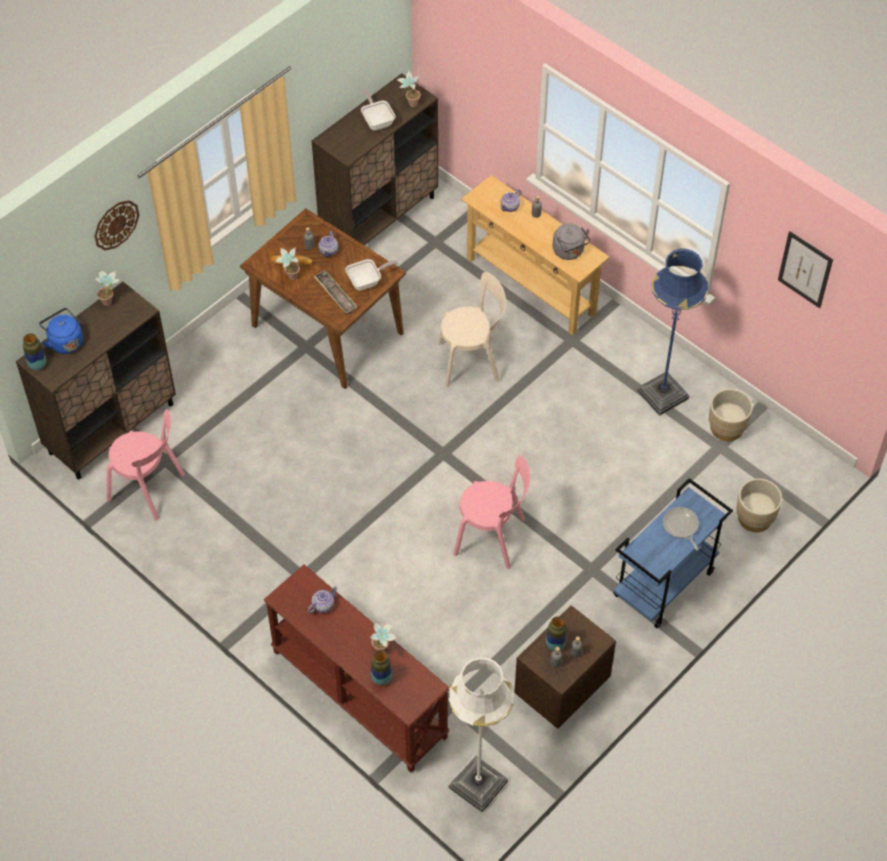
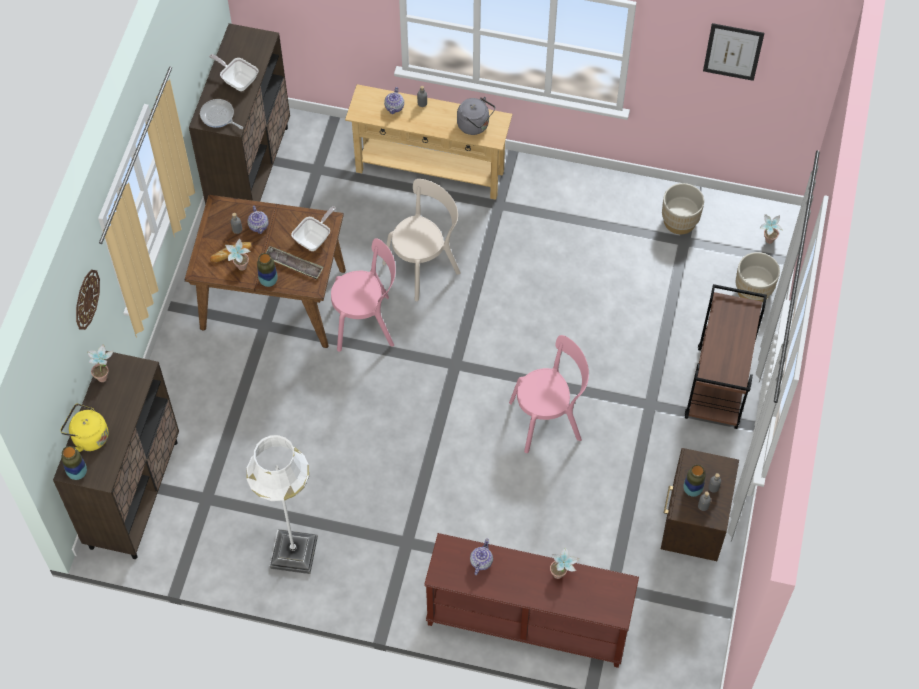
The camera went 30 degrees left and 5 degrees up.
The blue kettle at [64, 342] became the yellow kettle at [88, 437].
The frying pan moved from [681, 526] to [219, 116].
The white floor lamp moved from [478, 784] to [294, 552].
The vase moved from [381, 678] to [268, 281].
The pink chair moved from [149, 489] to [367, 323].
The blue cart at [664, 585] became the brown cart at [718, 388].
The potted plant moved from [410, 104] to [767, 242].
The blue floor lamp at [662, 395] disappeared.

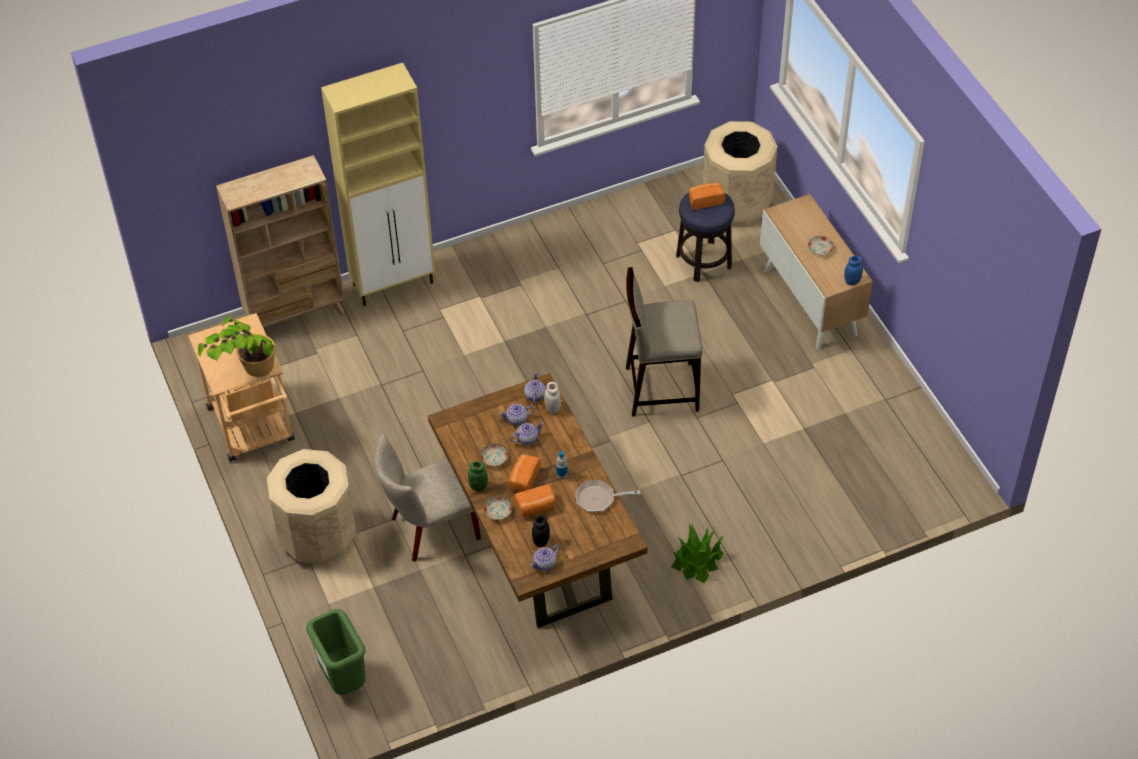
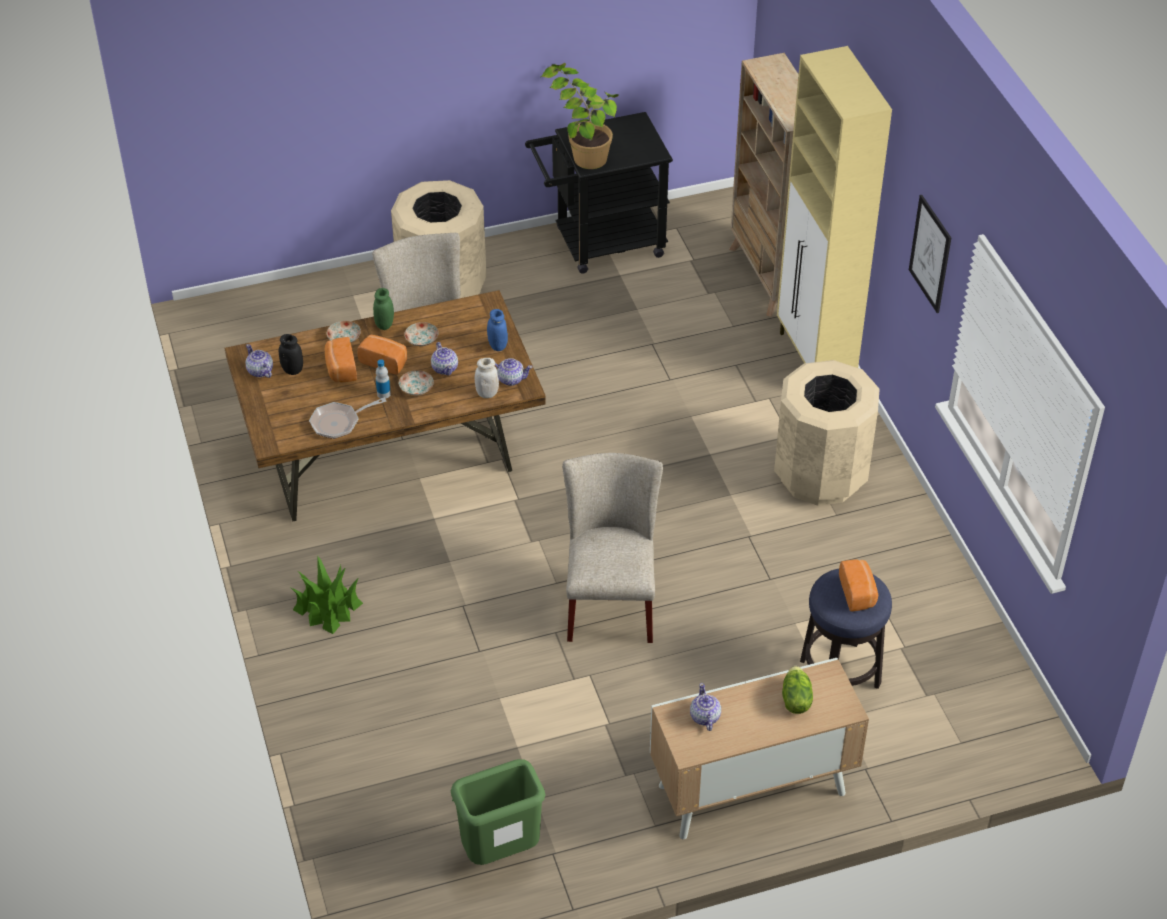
The camera went 95 degrees right and 5 degrees down.
The frying pan at [599, 499] turned 120 degrees counterclockwise.
The plate moved from [819, 249] to [417, 388].
The green trash can moved from [342, 679] to [501, 851].
The blue jar moved from [852, 281] to [497, 346].
The beige cart at [253, 430] became the black cart at [600, 244].
The beige stool at [660, 388] was replaced by the beige chair at [610, 600].
The teapot moved from [517, 419] to [704, 717].
The beige trash can moved from [736, 204] to [820, 475].
The lettuce at [795, 699] appeared.
The picture at [930, 253] appeared.

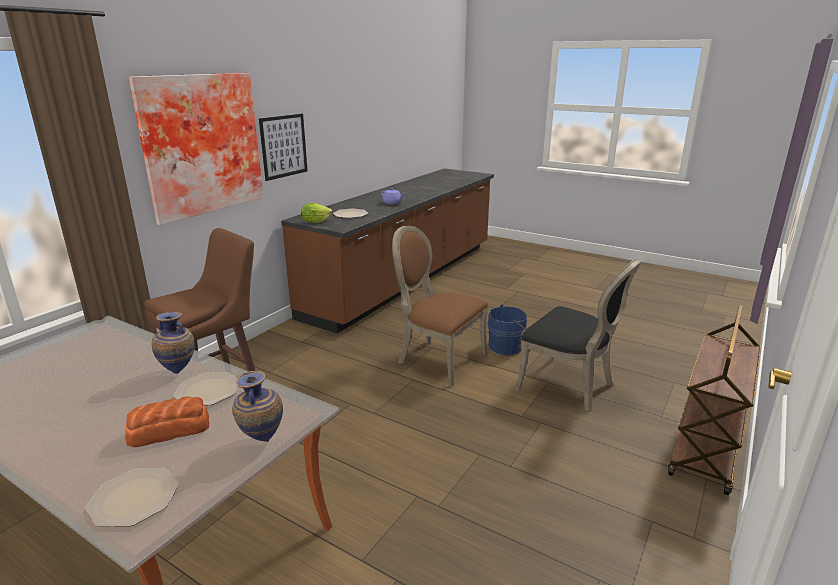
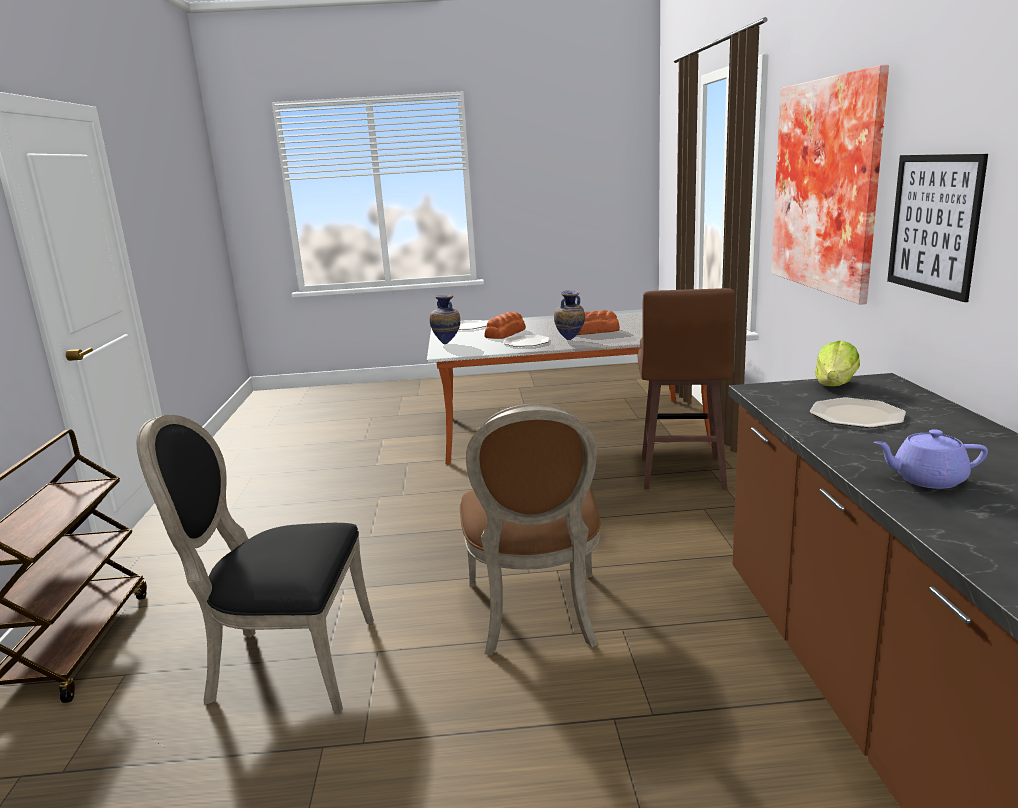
The camera went 145 degrees right and 5 degrees down.
The brown chair at [437, 359] turned 90 degrees clockwise.
The bread at [594, 331] appeared.
The blue bucket at [507, 346] disappeared.

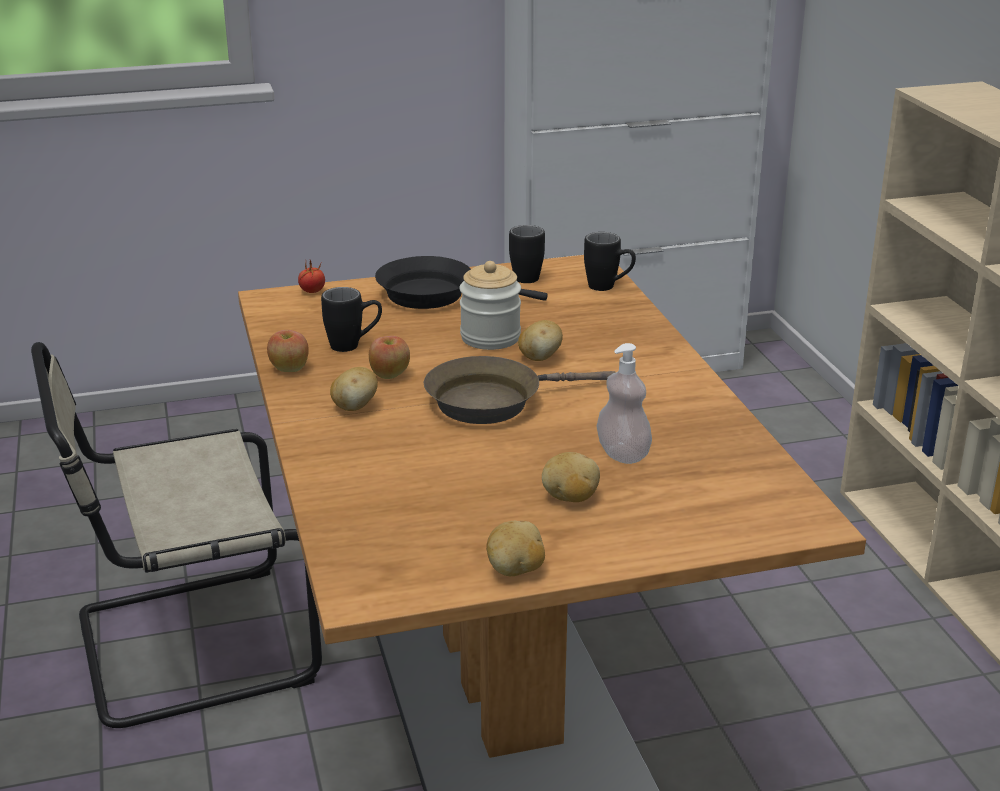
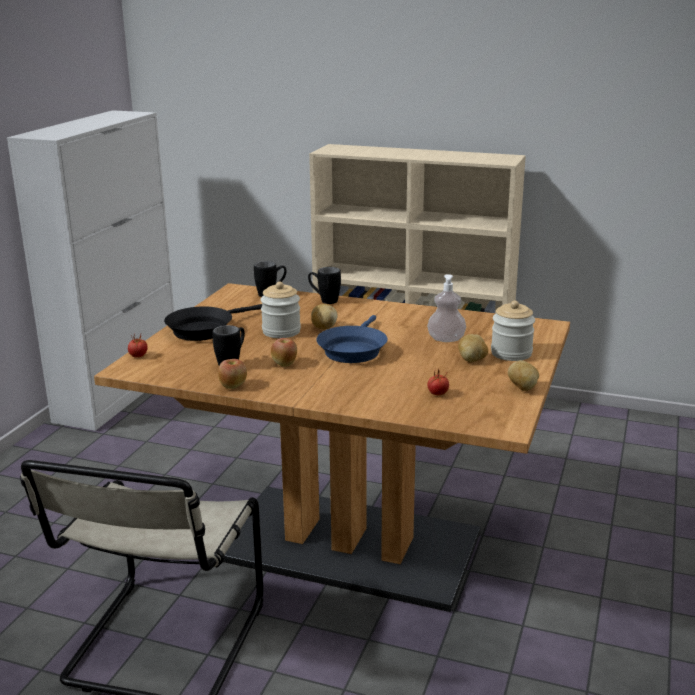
The camera went 55 degrees left and 5 degrees down.
The black mug moved from [524, 275] to [324, 300].
The brown frying pan at [492, 401] became the blue frying pan at [353, 350].
The tomato at [437, 394] appeared.
The jar at [511, 353] appeared.
The potato at [355, 407] disappeared.

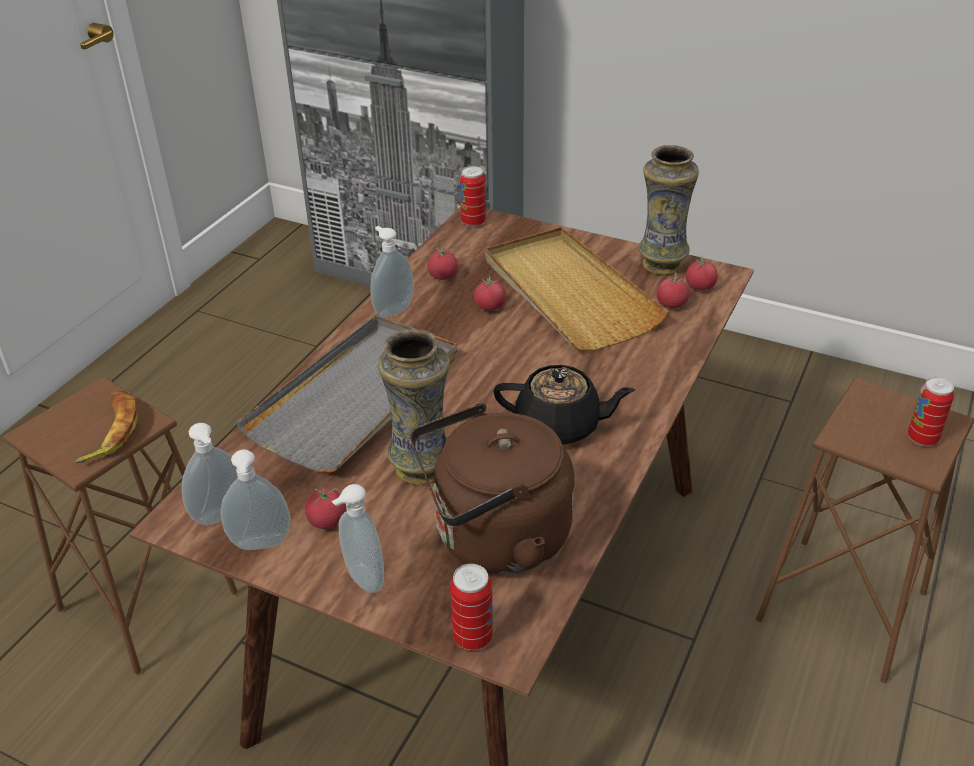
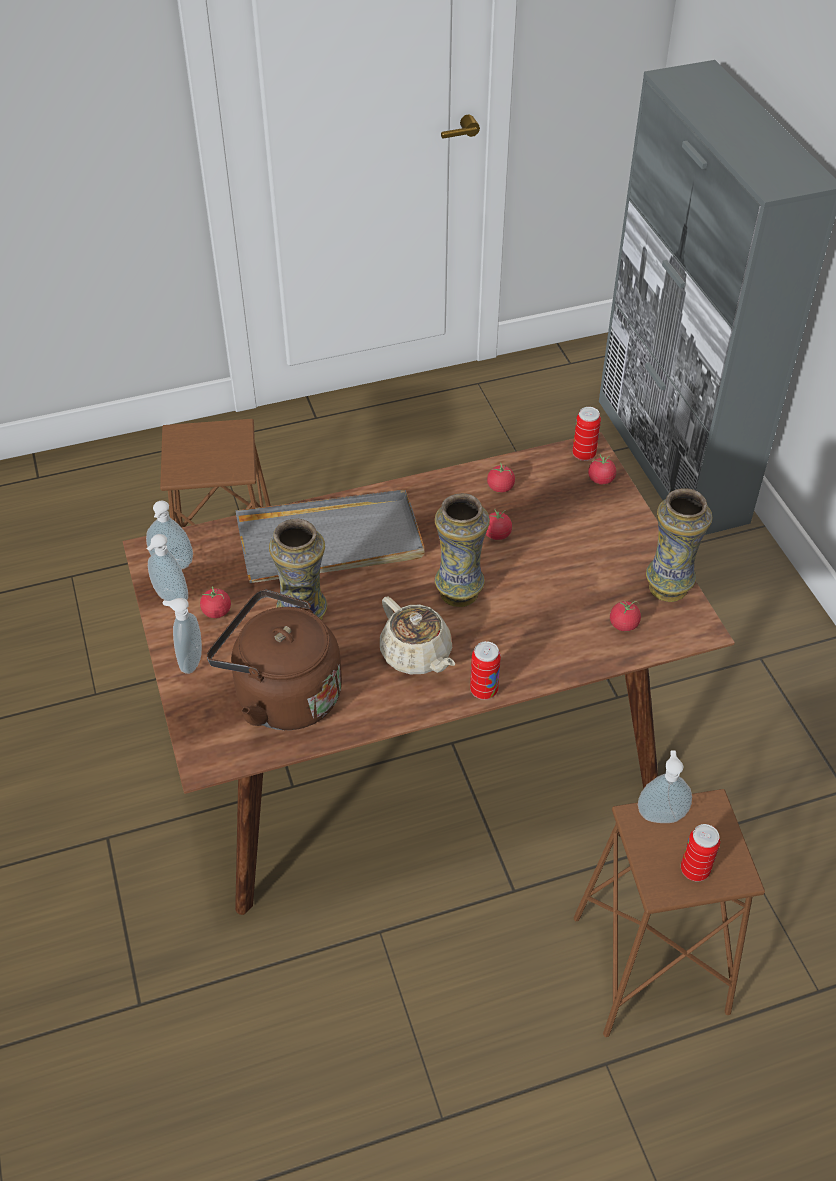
The camera went 45 degrees right and 10 degrees up.
The black teapot at [560, 426] became the beige teapot at [417, 655].
The vase at [459, 592] appeared.
The can moved from [473, 637] to [484, 690].
The tomato moved from [700, 286] to [601, 479].
The soap dispenser moved from [392, 309] to [660, 814].
The banana at [111, 431] disappeared.
The beige tray at [568, 293] disappeared.

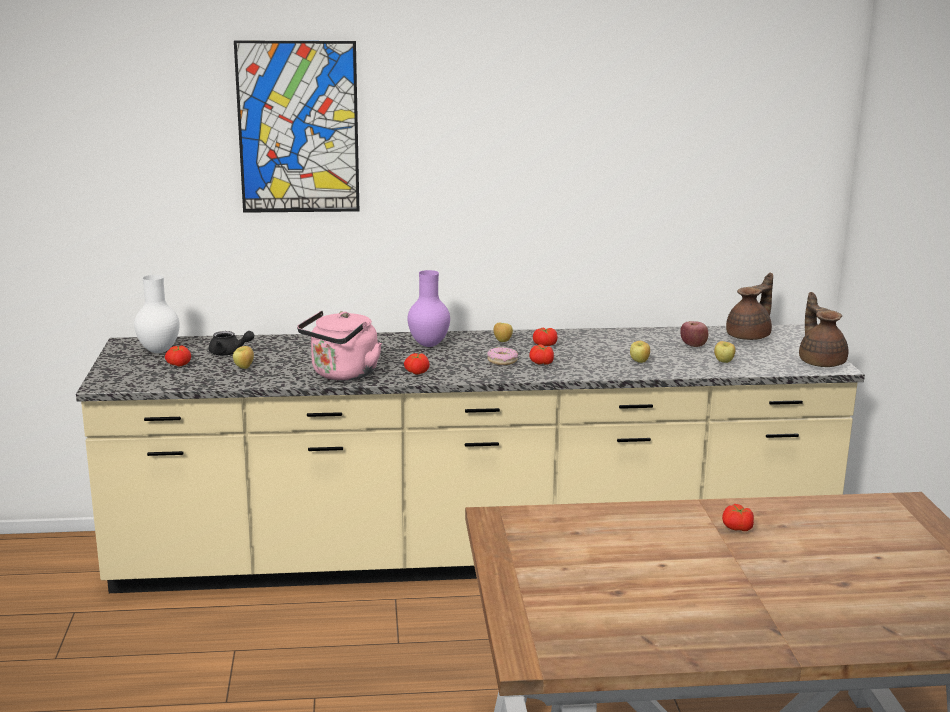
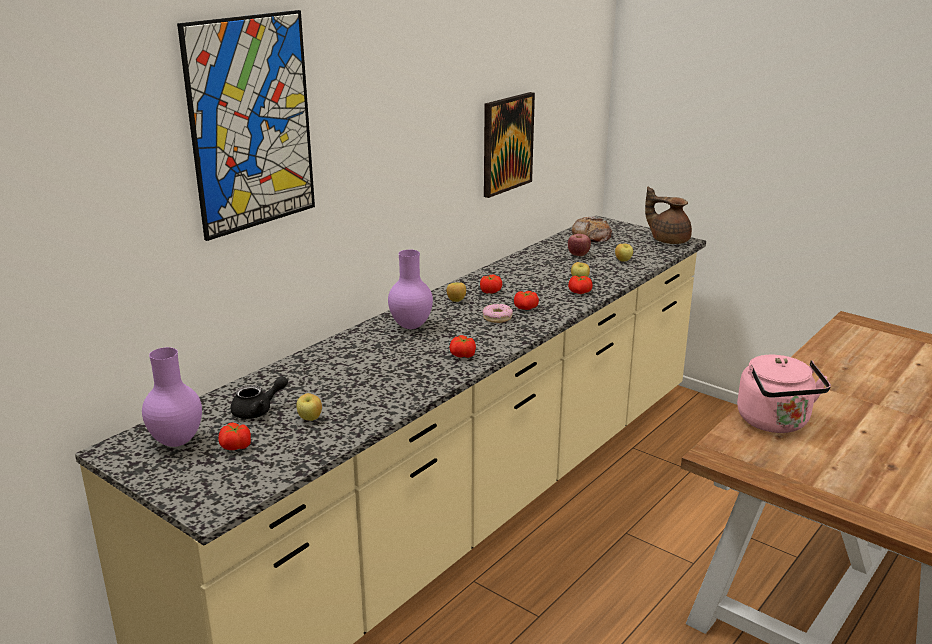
The camera went 45 degrees left and 5 degrees up.
The white vase at [158, 351] became the purple vase at [175, 442].
The picture at [507, 144] appeared.
The tomato moved from [737, 528] to [579, 292].
The brown teapot at [749, 336] was replaced by the bread at [591, 236].
The pink kettle moved from [342, 375] to [775, 423].

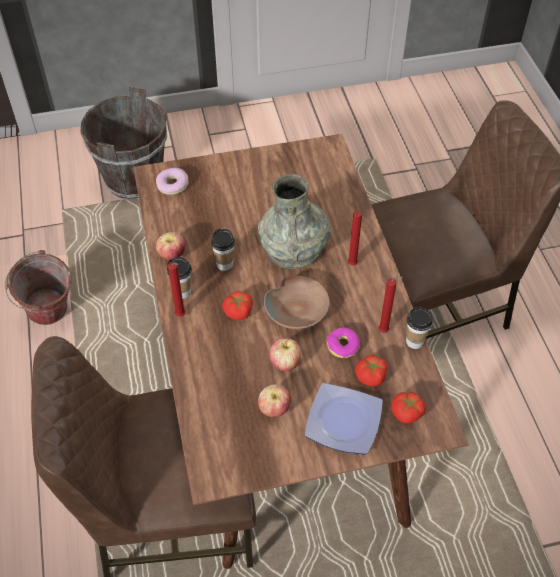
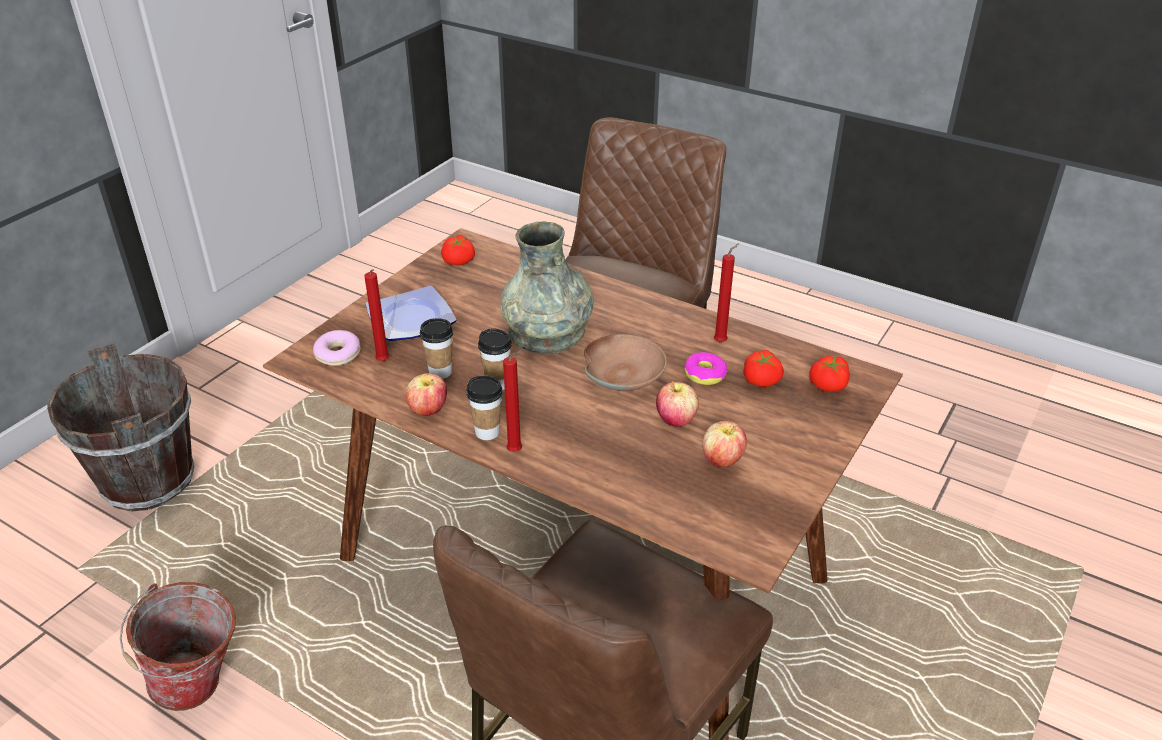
The camera went 45 degrees left and 15 degrees down.
The red candle moved from [351, 265] to [383, 362].
The plate moved from [344, 423] to [413, 320].
The cup moved from [414, 341] to [440, 372].
The tomato moved from [239, 312] to [459, 261].

